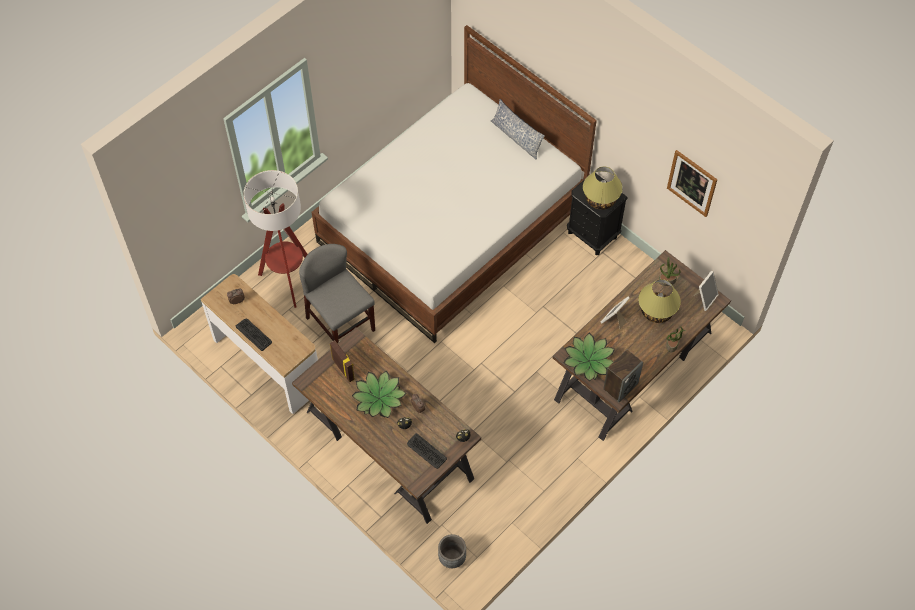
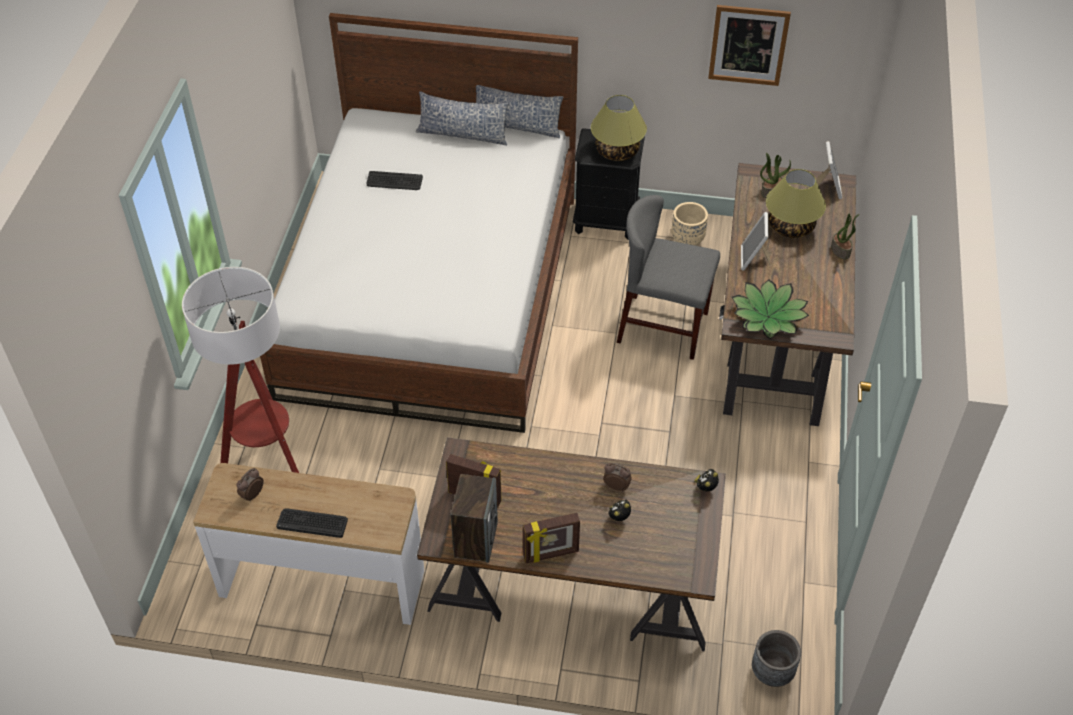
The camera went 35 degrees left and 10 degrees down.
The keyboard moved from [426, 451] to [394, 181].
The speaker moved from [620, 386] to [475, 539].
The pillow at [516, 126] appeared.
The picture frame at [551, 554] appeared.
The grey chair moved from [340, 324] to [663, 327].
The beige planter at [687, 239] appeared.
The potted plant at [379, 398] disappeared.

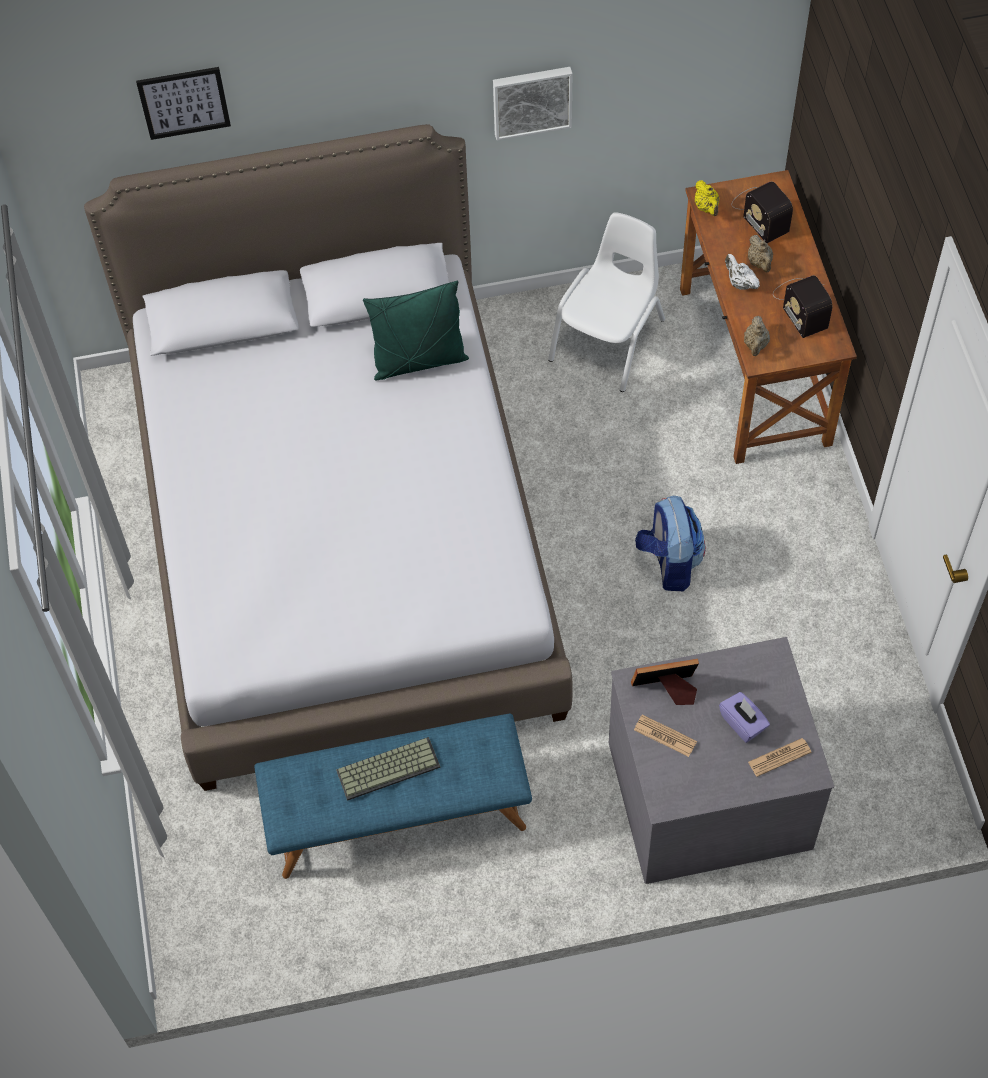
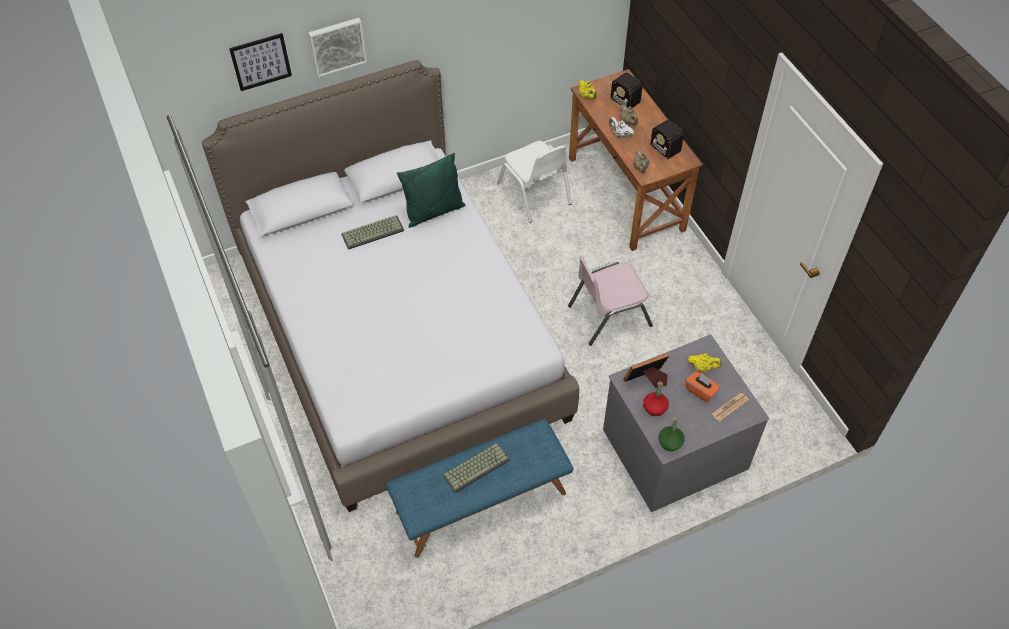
The camera went 15 degrees left and 5 degrees down.
The picture moved from [531, 100] to [337, 45].
The keyboard at [373, 232] appeared.
The white chair at [609, 340] turned 135 degrees clockwise.
The backpack at [669, 563] was replaced by the pink chair at [608, 315].
The newspaper at [665, 736] was replaced by the red bottle at [654, 408].
The green bottle at [670, 442] appeared.
The purple tissue box at [743, 723] became the orange tissue box at [701, 391].
The yellow teapot at [702, 367] appeared.

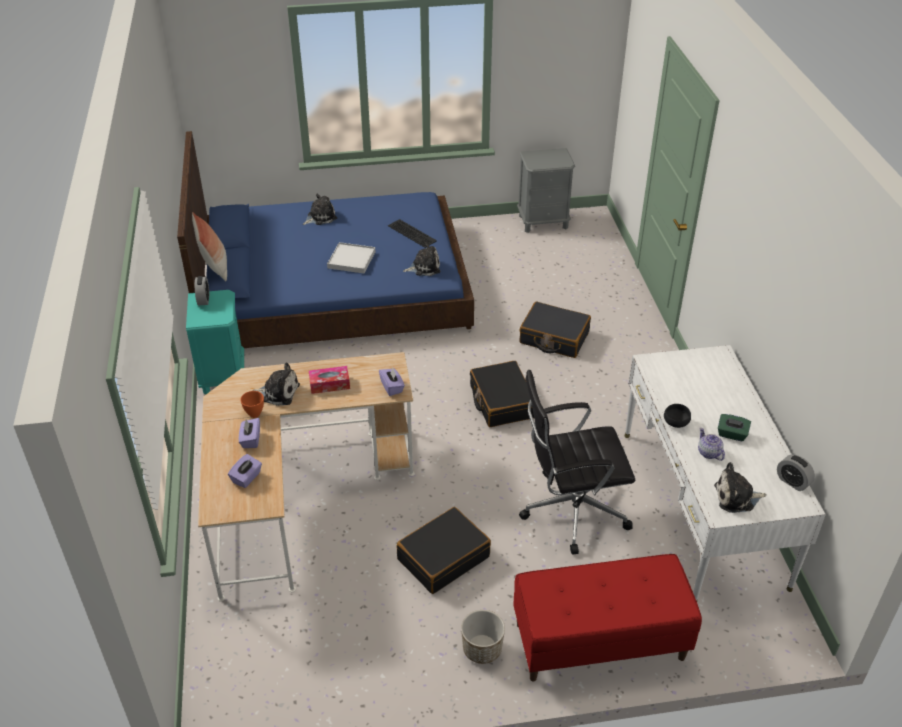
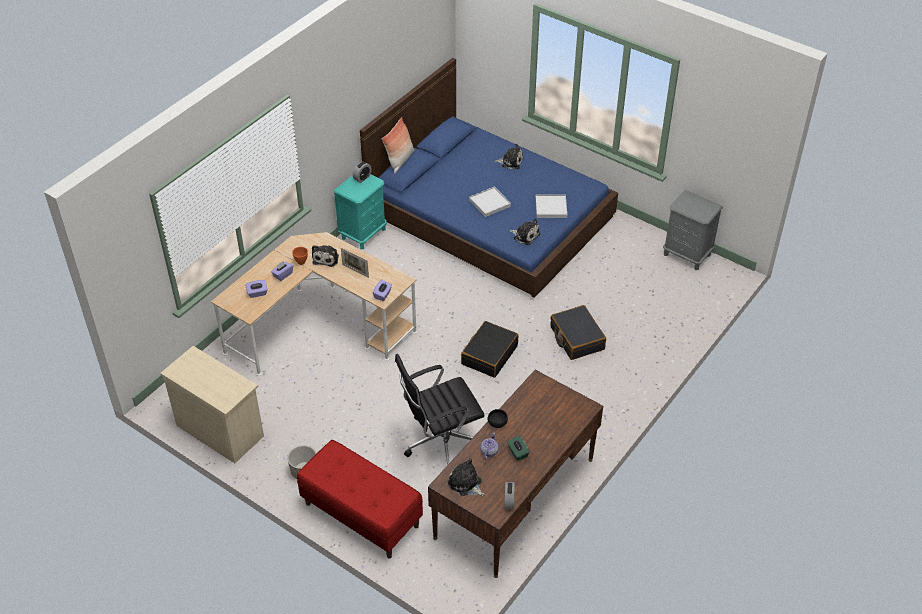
The camera went 45 degrees right and 5 degrees up.
The beige dresser at [219, 430] appeared.
The plush toy at [278, 392] turned 45 degrees clockwise.
The tissue box at [329, 384] was replaced by the picture frame at [355, 271].
The black office chair at [571, 510] turned 60 degrees counterclockwise.
The white desk at [702, 507] became the brown desk at [515, 498].
The keyboard at [413, 233] was replaced by the white tray at [551, 208].
The black suitcase at [443, 557] disappeared.

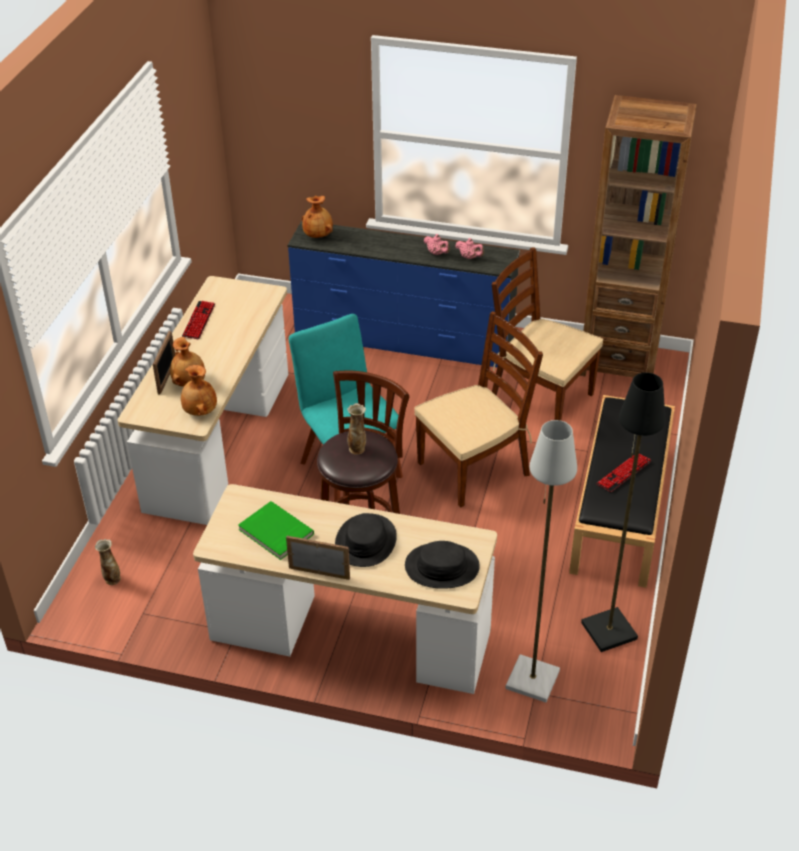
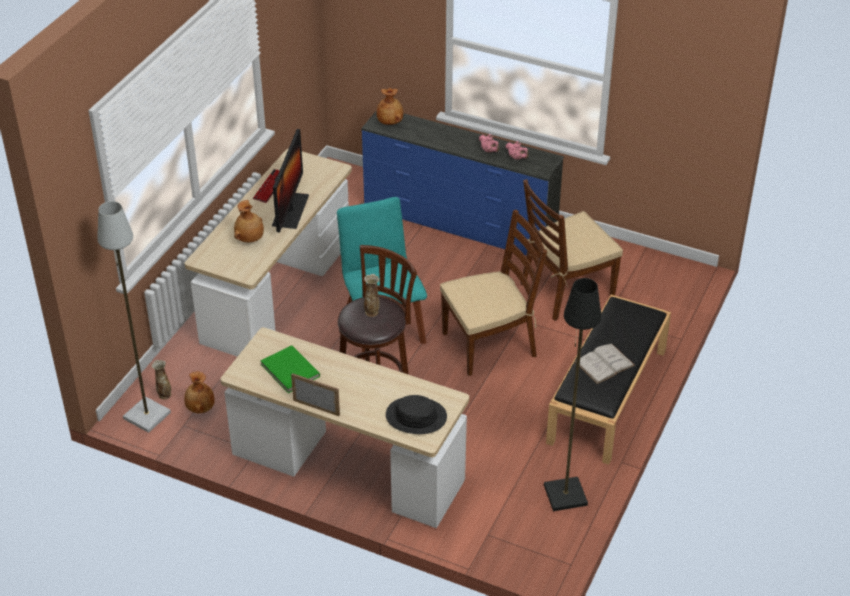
The camera went 10 degrees right and 0 degrees up.
The grey floor lamp moved from [531, 680] to [146, 416].
The brown vase moved from [199, 411] to [200, 408].
The monitor at [290, 210] appeared.
The brown chair at [540, 398] turned 75 degrees counterclockwise.
The keyboard at [623, 473] was replaced by the white book at [604, 363].
The picture frame at [167, 377] disappeared.
The black hat at [366, 541] disappeared.
The brown bookcase at [618, 362] disappeared.

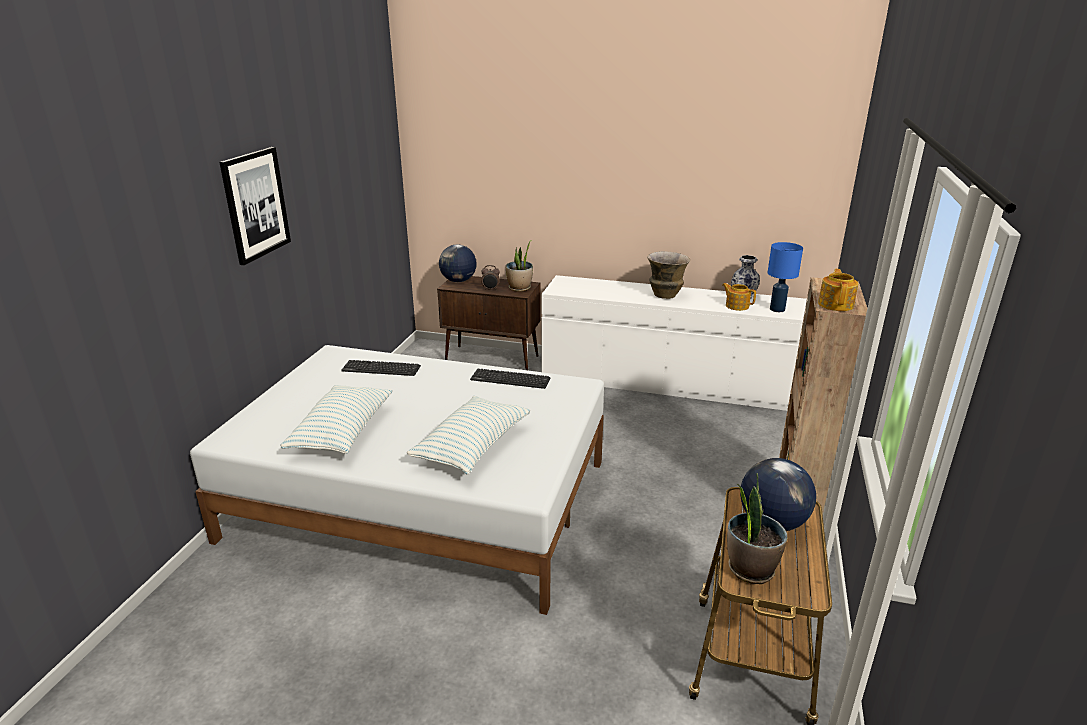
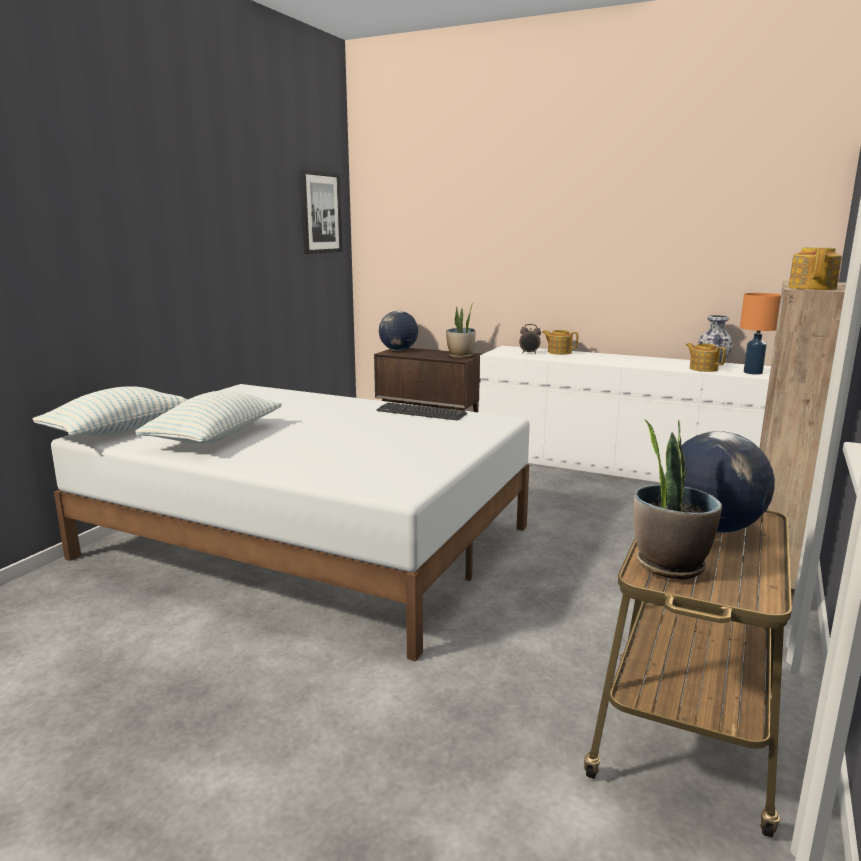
The camera went 10 degrees right and 10 degrees down.
The pillow moved from [472, 447] to [119, 430].
The picture moved from [255, 204] to [320, 212].
The alarm clock moved from [490, 289] to [529, 353].
The teapot at [559, 352] appeared.
The blue table lamp at [777, 309] became the orange table lamp at [752, 372].
The keyboard at [381, 369] disappeared.
The vase at [665, 295] disappeared.

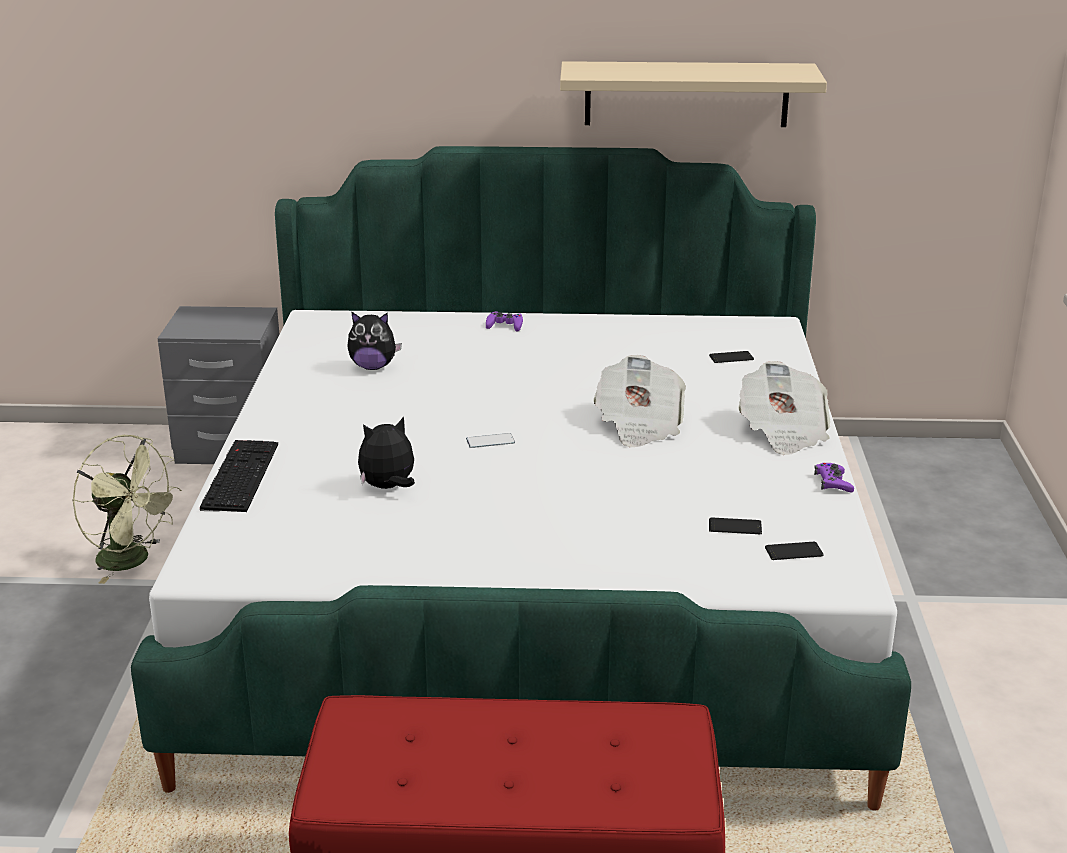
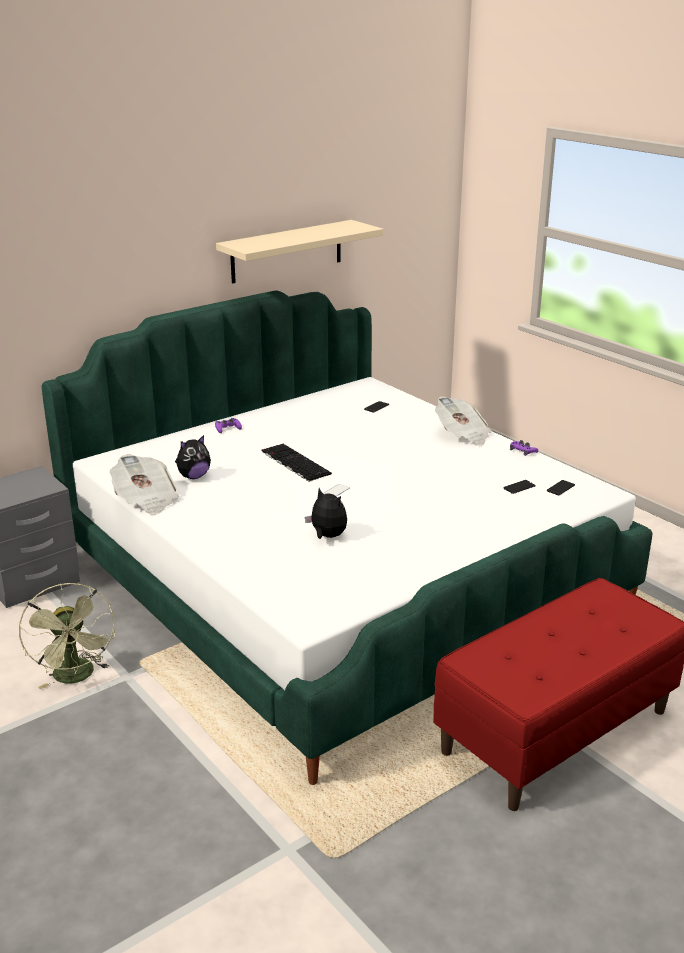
The camera went 40 degrees left and 0 degrees up.
The green fan at [133, 561] turned 75 degrees clockwise.
The newspaper moved from [639, 425] to [146, 500].
The keyboard moved from [239, 475] to [294, 462].
The plush toy at [388, 487] turned 105 degrees clockwise.

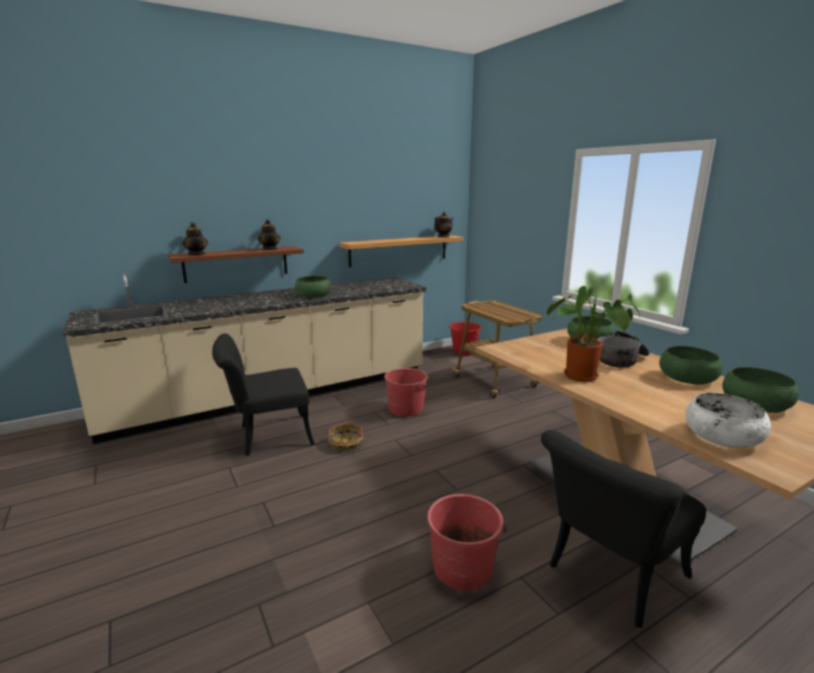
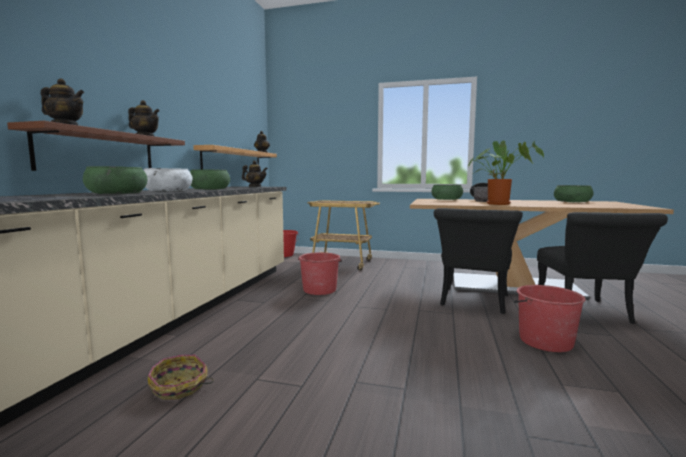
The camera went 45 degrees left and 10 degrees down.
The green bowl moved from [687, 378] to [117, 193].
The white bowl moved from [722, 436] to [168, 191].
The basket moved from [346, 444] to [179, 387].
The teapot at [255, 186] appeared.
The black chair moved from [266, 436] to [473, 303].

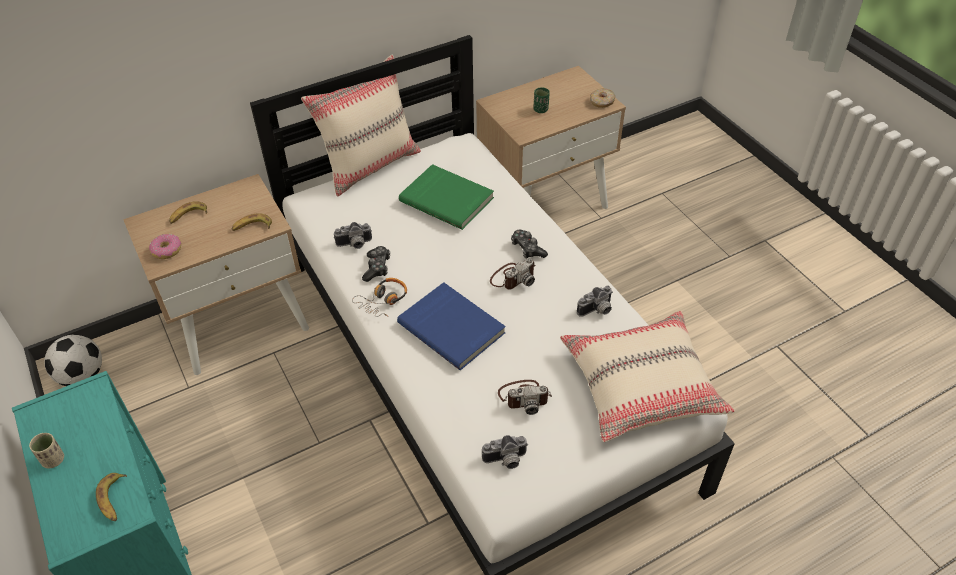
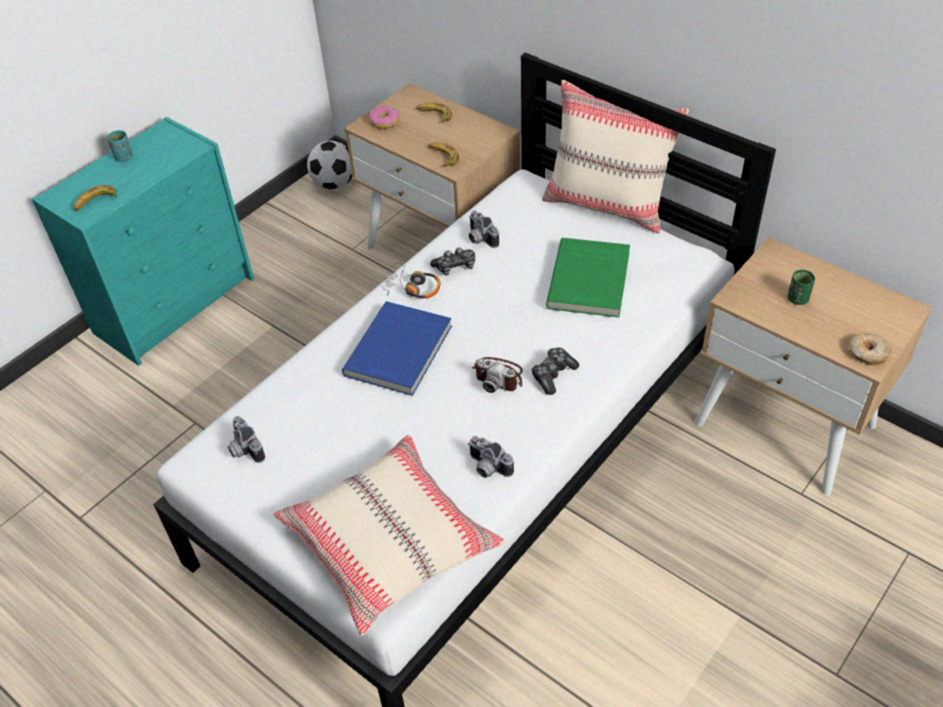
The camera went 70 degrees right and 0 degrees up.
The beige cup at [53, 460] became the turquoise cup at [124, 157].
The photo camera at [524, 397] disappeared.

